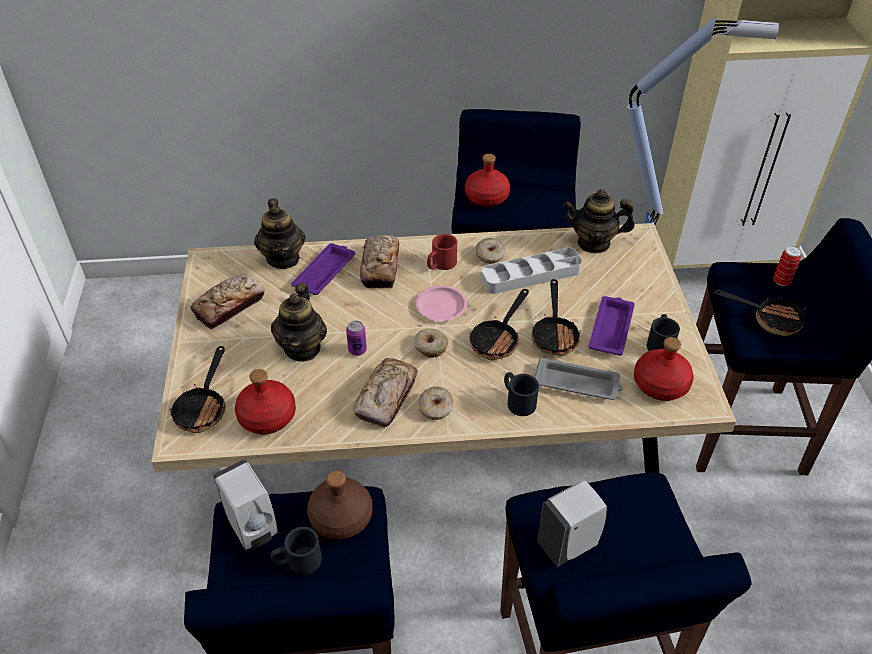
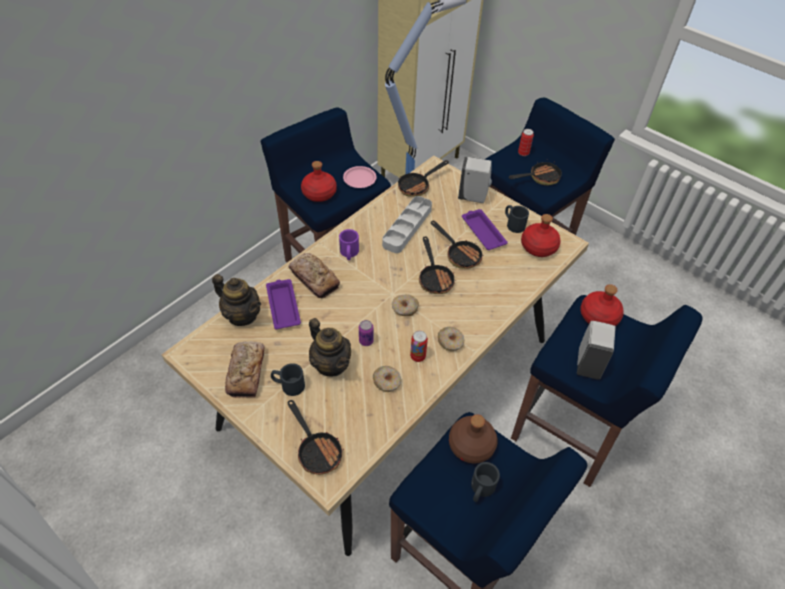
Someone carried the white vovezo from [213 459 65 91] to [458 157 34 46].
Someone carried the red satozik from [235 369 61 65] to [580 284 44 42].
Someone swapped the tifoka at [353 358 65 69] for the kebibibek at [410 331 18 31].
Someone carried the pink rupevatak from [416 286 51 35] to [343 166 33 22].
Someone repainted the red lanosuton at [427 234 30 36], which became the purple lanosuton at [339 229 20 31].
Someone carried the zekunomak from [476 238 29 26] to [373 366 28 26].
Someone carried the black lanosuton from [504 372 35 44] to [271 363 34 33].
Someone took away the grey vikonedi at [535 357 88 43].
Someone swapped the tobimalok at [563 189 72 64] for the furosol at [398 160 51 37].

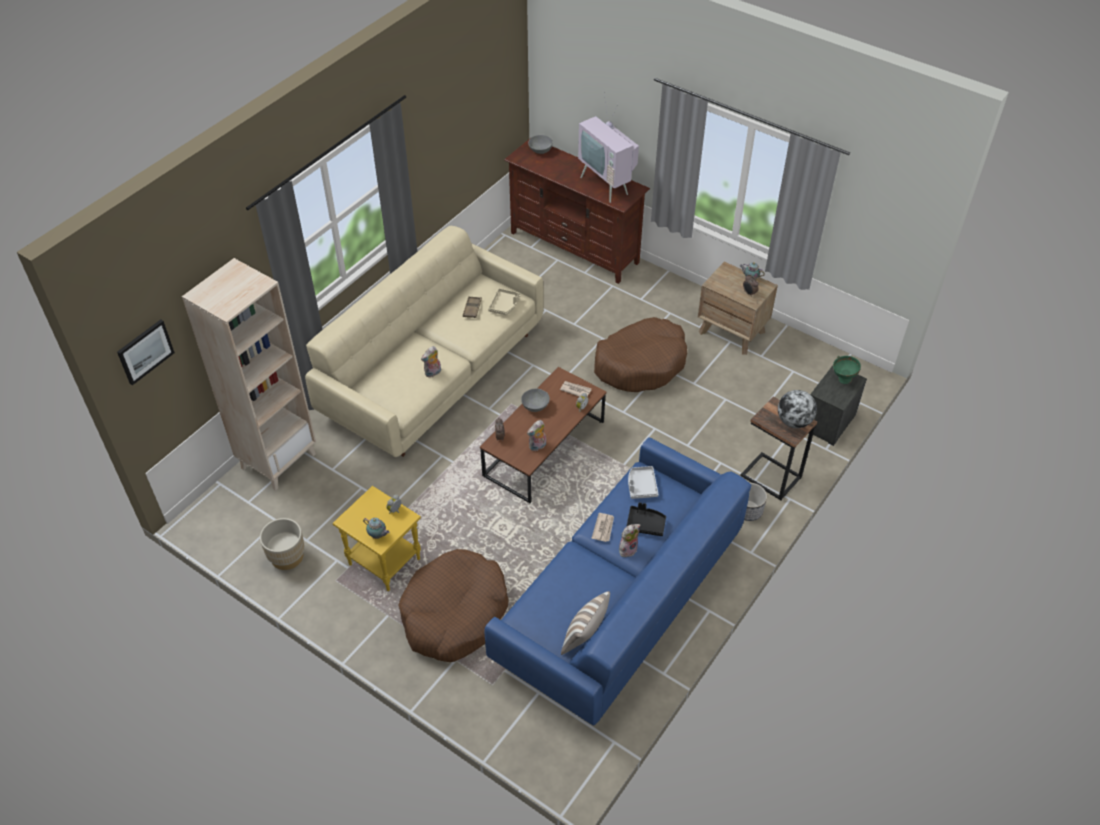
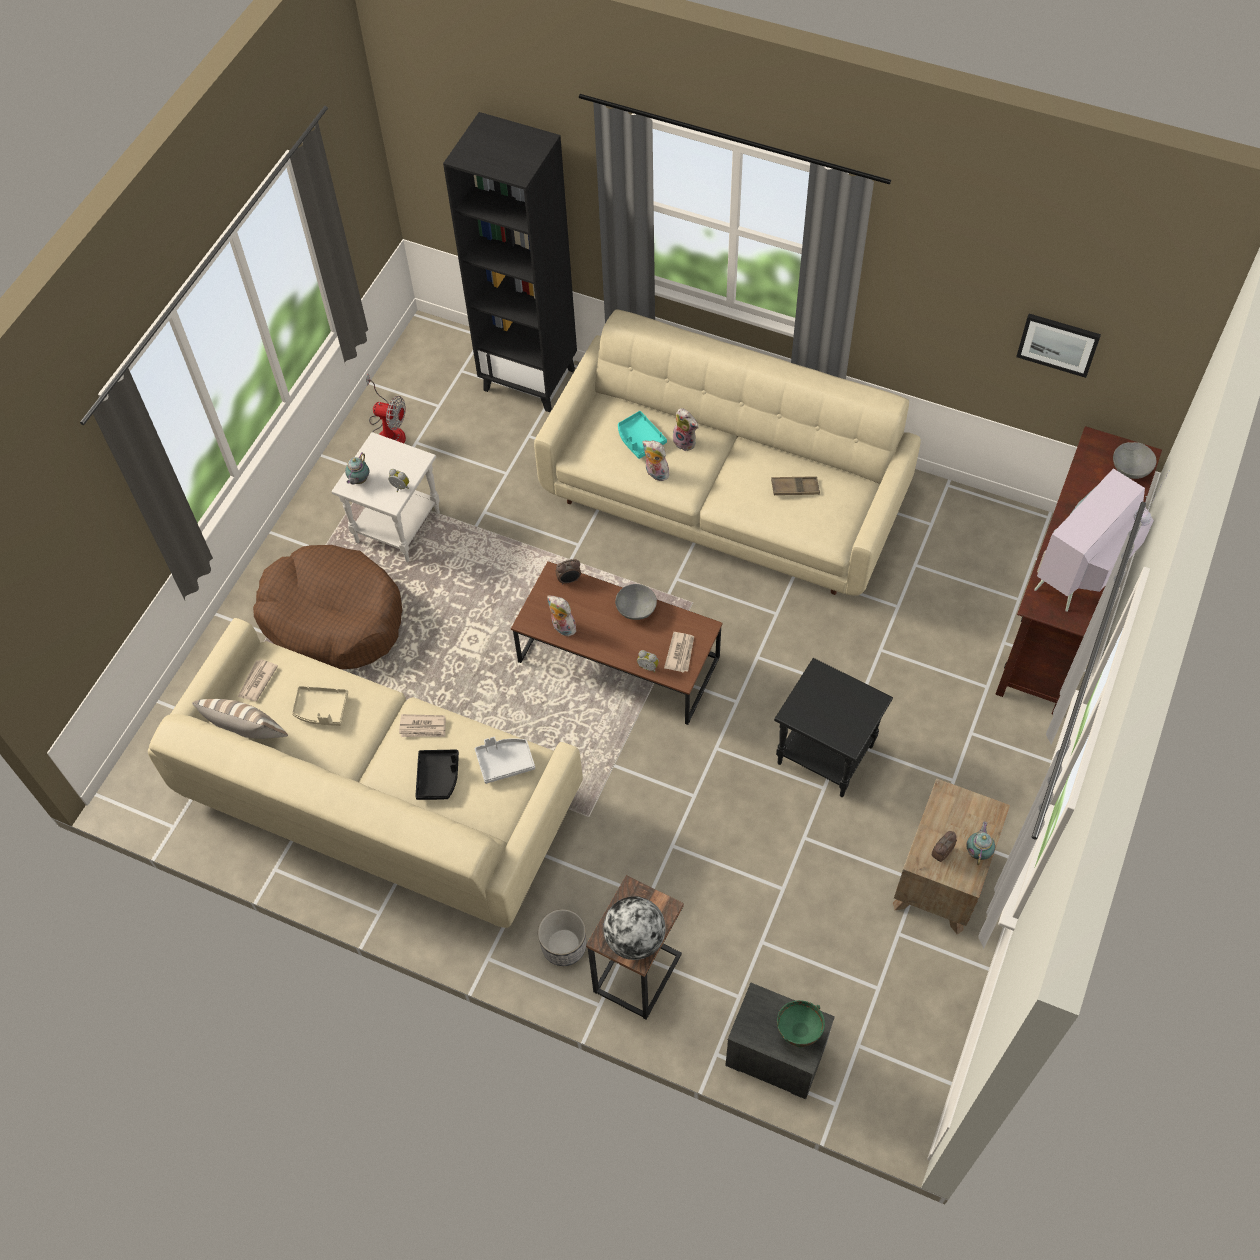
Someone carried the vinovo from [117 320 58 65] to [1016 314 85 64].
Someone repainted the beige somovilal at [182 258 134 233], which became the black somovilal at [443 112 134 300].
Someone swapped the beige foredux at [260 518 45 52] for the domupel at [366 373 40 70].
Someone repainted the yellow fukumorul at [333 486 88 105], which became the white fukumorul at [331 432 109 130].
Someone repainted the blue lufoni at [485 437 266 288], which became the beige lufoni at [148 618 435 310].
Someone carried the beige vikonedi from [488 288 33 27] to [292 686 56 40].
Someone swapped the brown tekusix at [594 317 93 75] for the black fukumorul at [774 658 119 139].
Someone carried the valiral from [619 524 21 33] to [673 408 26 43].
Someone put down the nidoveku at [238 659 40 42].
Someone put down the turquoise vikonedi at [618 411 49 48].

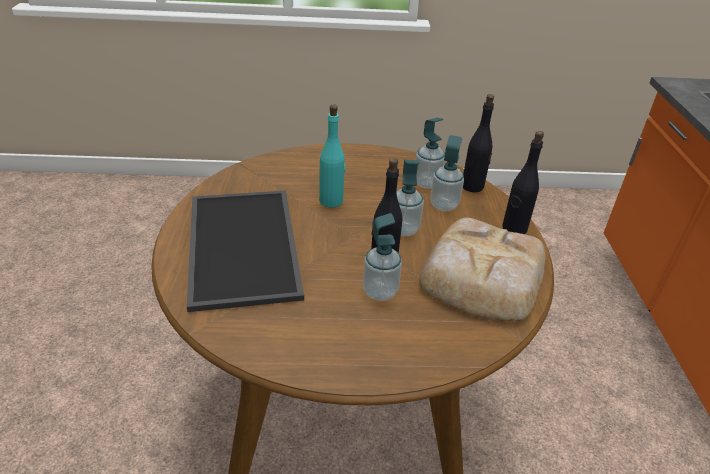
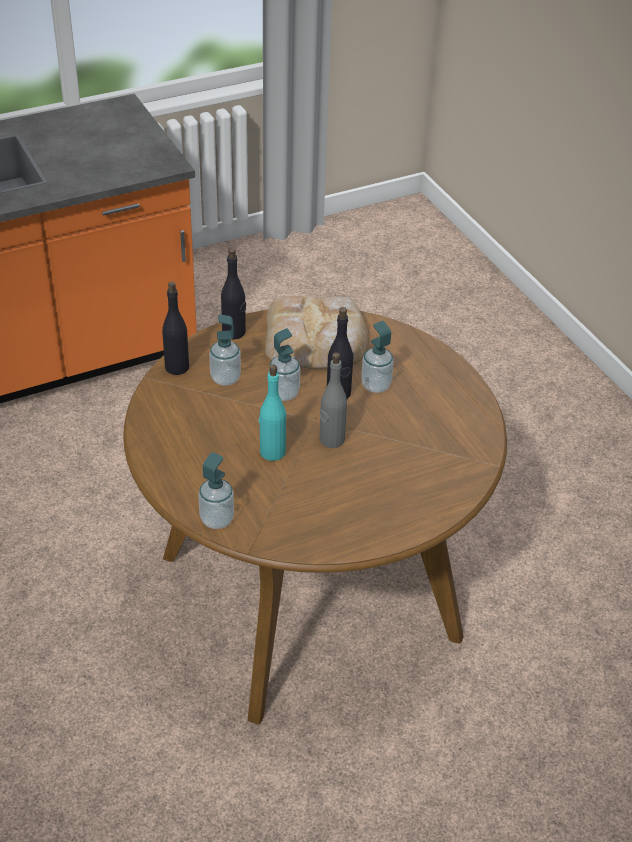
Someone took away the vikonedi at [187 190 117 122].
Someone carried the vovezo from [416 118 29 71] to [198 452 36 77].
Someone put down the grey satozik at [319 352 28 96].

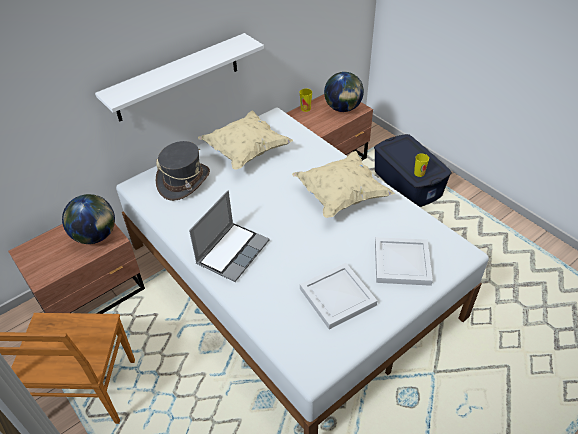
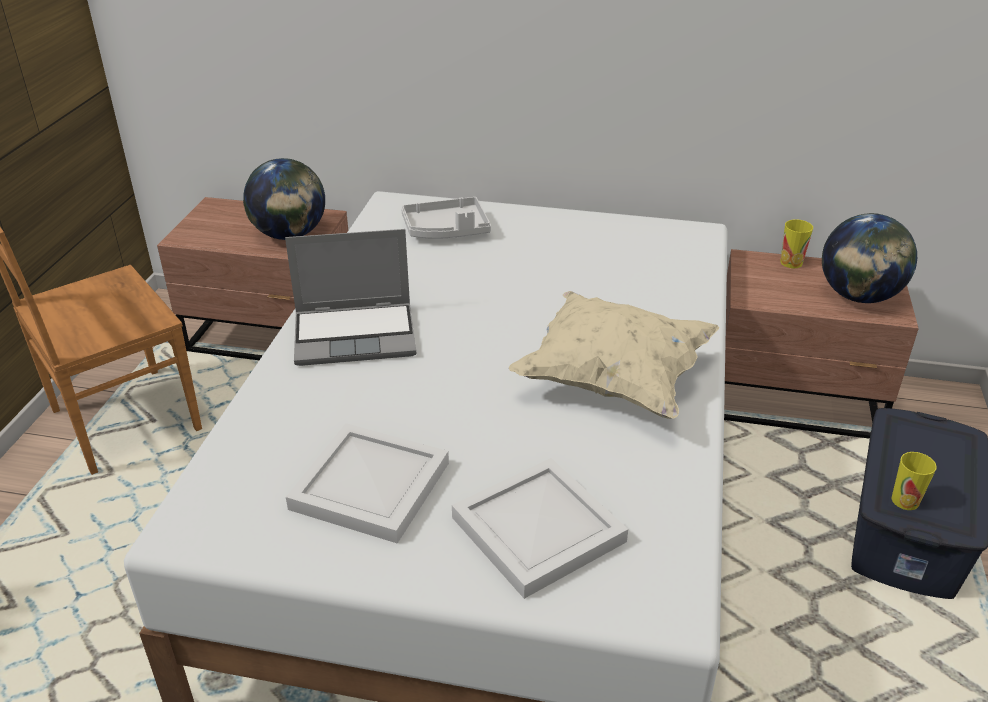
Someone took away the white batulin at [95 33 169 89].
Someone swapped the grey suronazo at [156 141 54 60] for the grey vikonedi at [401 197 90 42].
Someone took away the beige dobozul at [198 111 95 59].

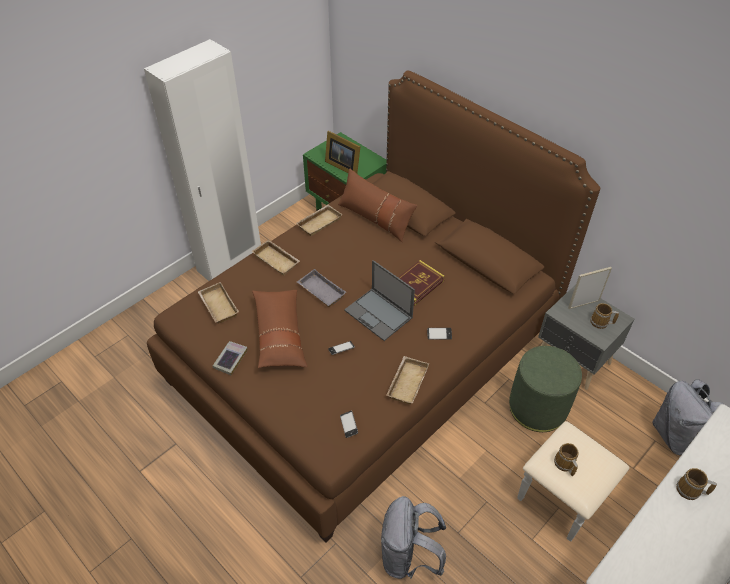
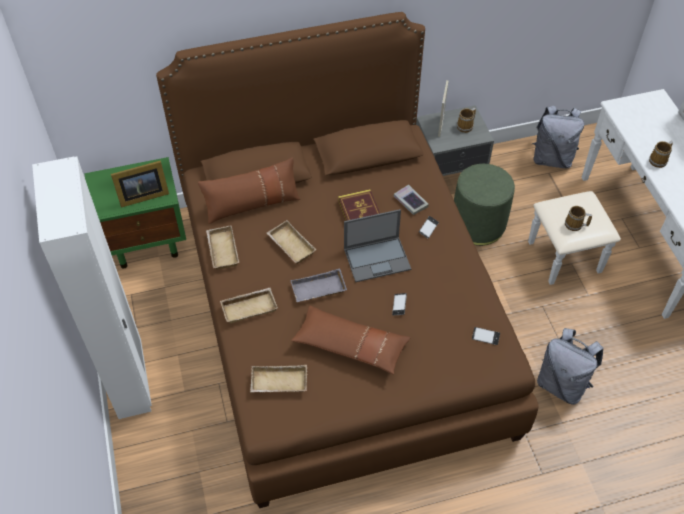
Someone carried the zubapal from [213 341 35 34] to [394 185 35 30].
Someone carried the beige vikonedi from [386 356 43 49] to [267 220 50 44].

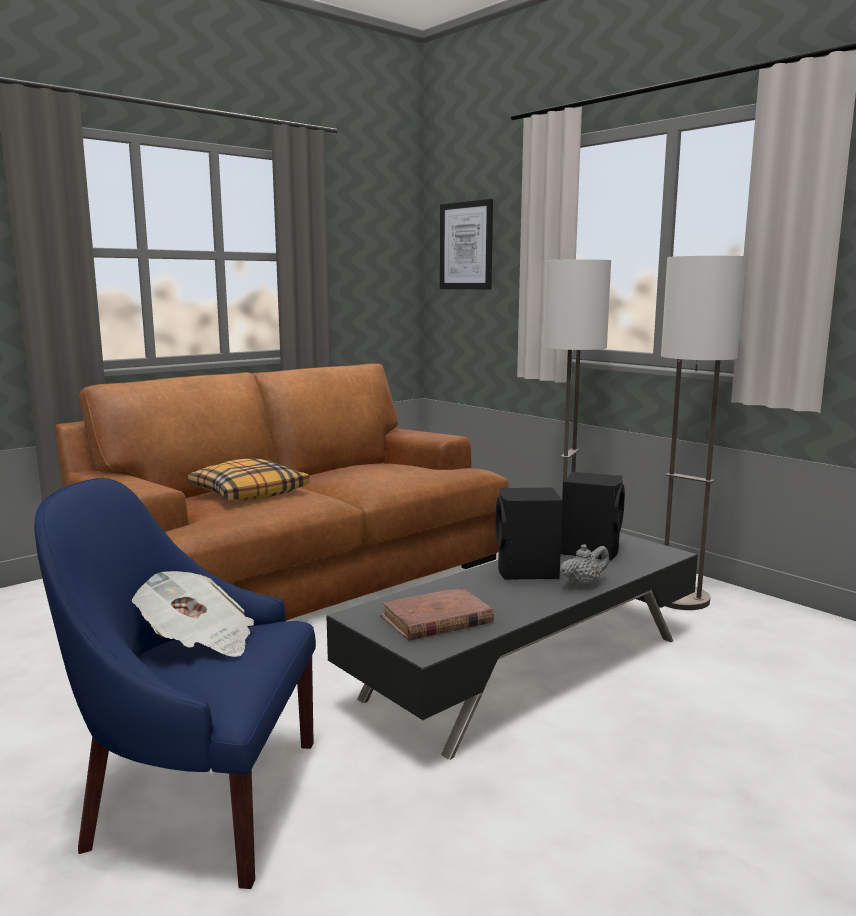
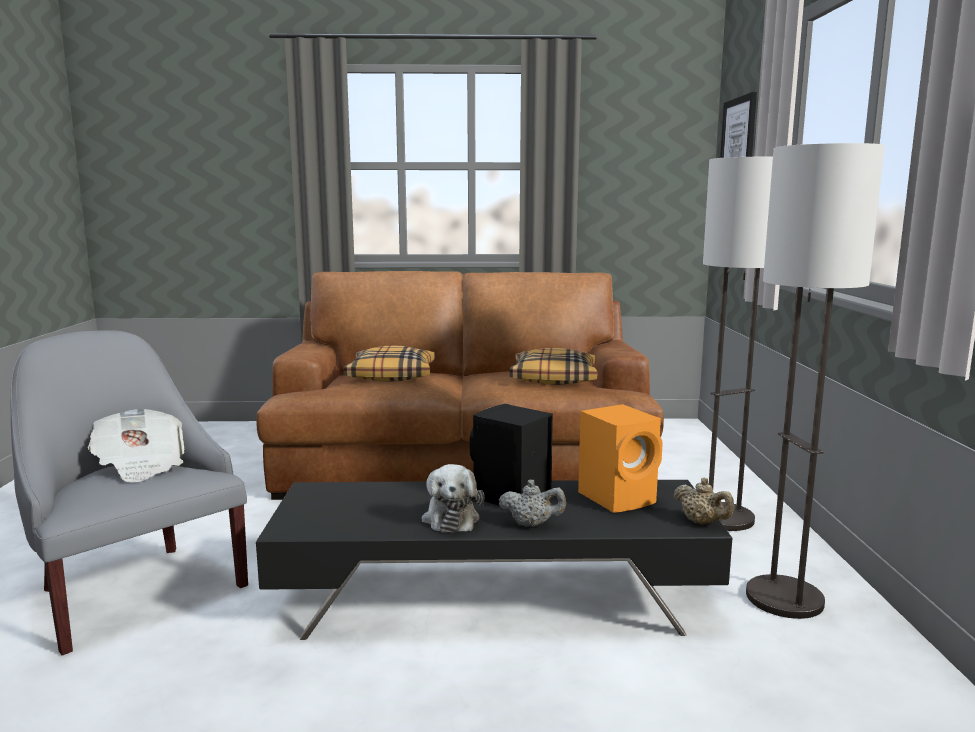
Someone repainted the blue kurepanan at [35 478 281 411], which became the grey kurepanan at [10 330 238 325].
Someone took away the brown zubapal at [380 587 114 54].
Someone repainted the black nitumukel at [561 472 64 88], which became the orange nitumukel at [578 404 85 109].
Someone put down the valiral at [422 464 62 69].
Someone put down the dobozul at [509 348 88 37].
Someone put down the beige tobimalok at [674 478 60 47].

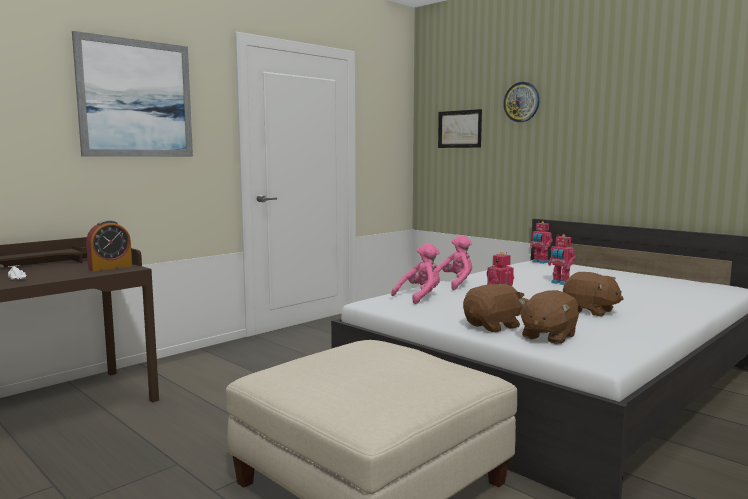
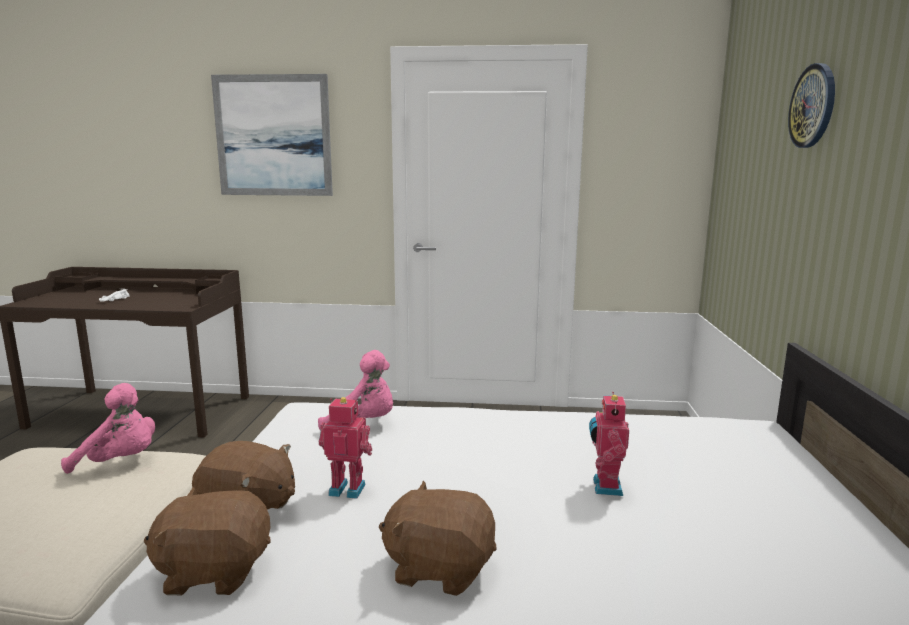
Someone took away the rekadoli at [86 220 46 51].
Someone carried the pink valiral from [437 235 35 55] to [61 383 94 91].
Someone took away the vinovo at [438 109 44 39].
Someone took away the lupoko at [530 221 23 43].
Someone rotated the brown valiral at [563 272 61 45] by 105 degrees clockwise.

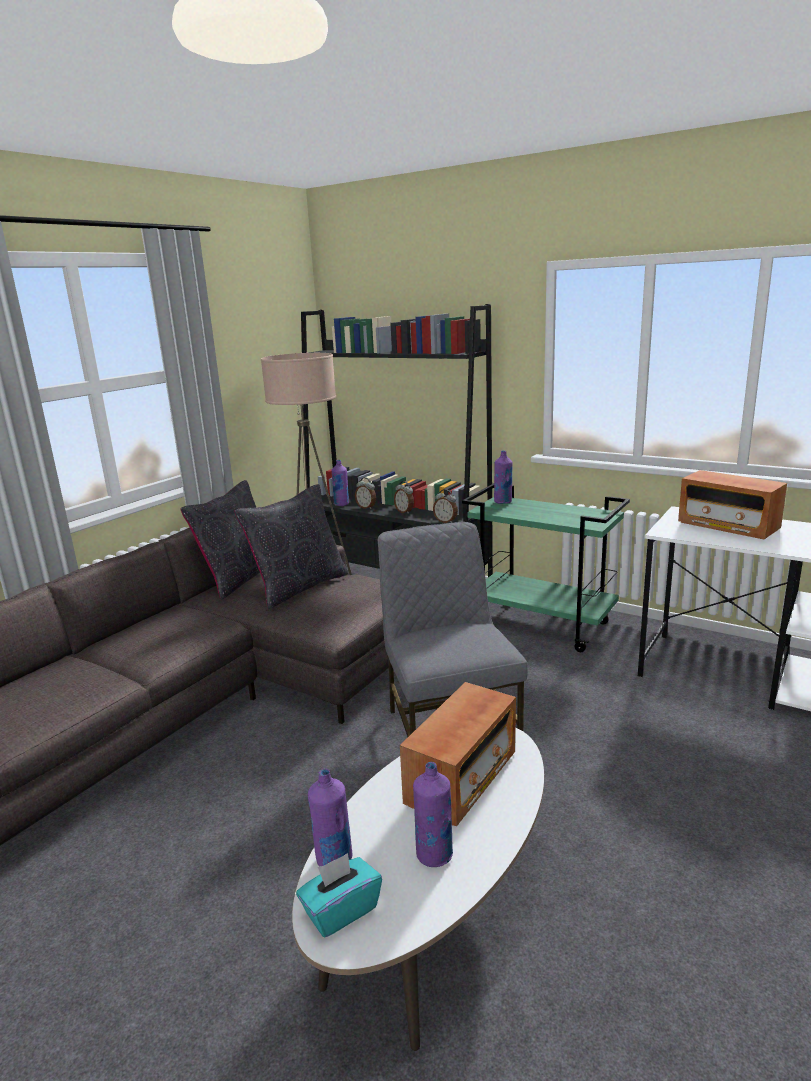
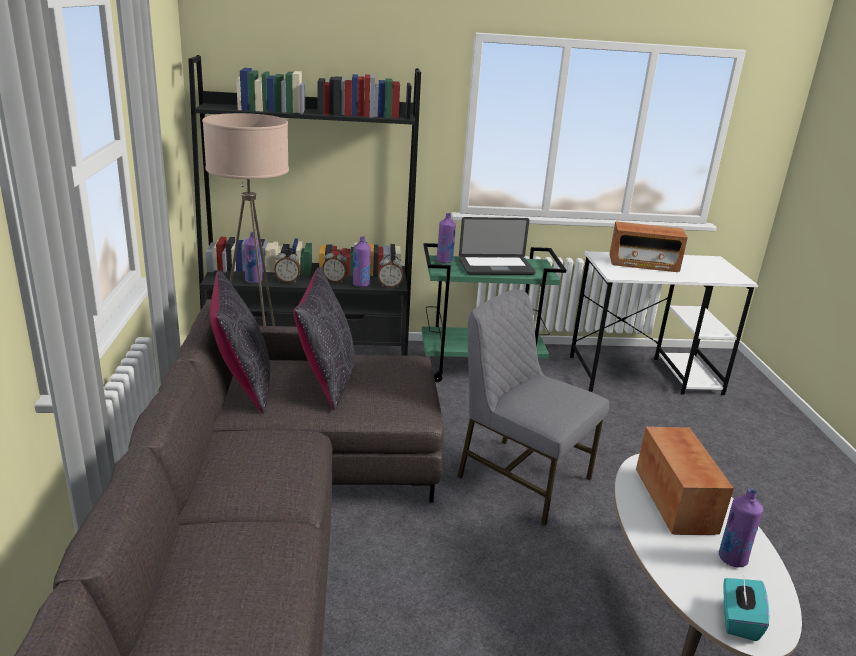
Someone carried the purple satozik from [308 769 44 98] to [353 236 18 51].
Someone put down the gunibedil at [459 217 77 58].

